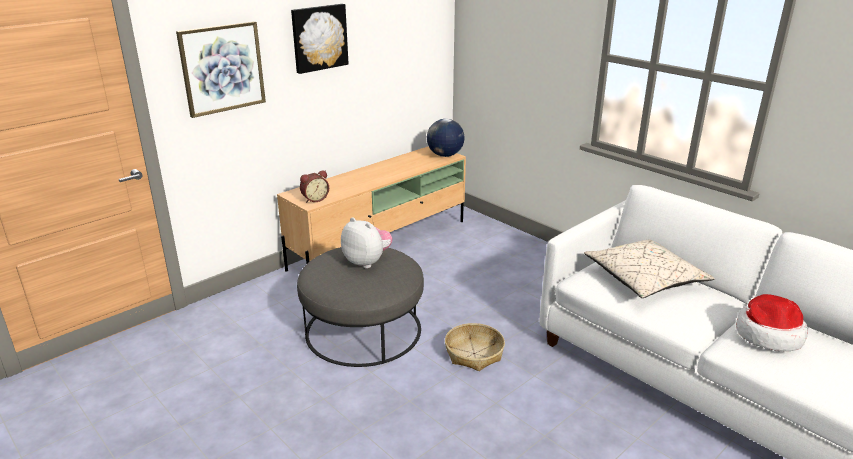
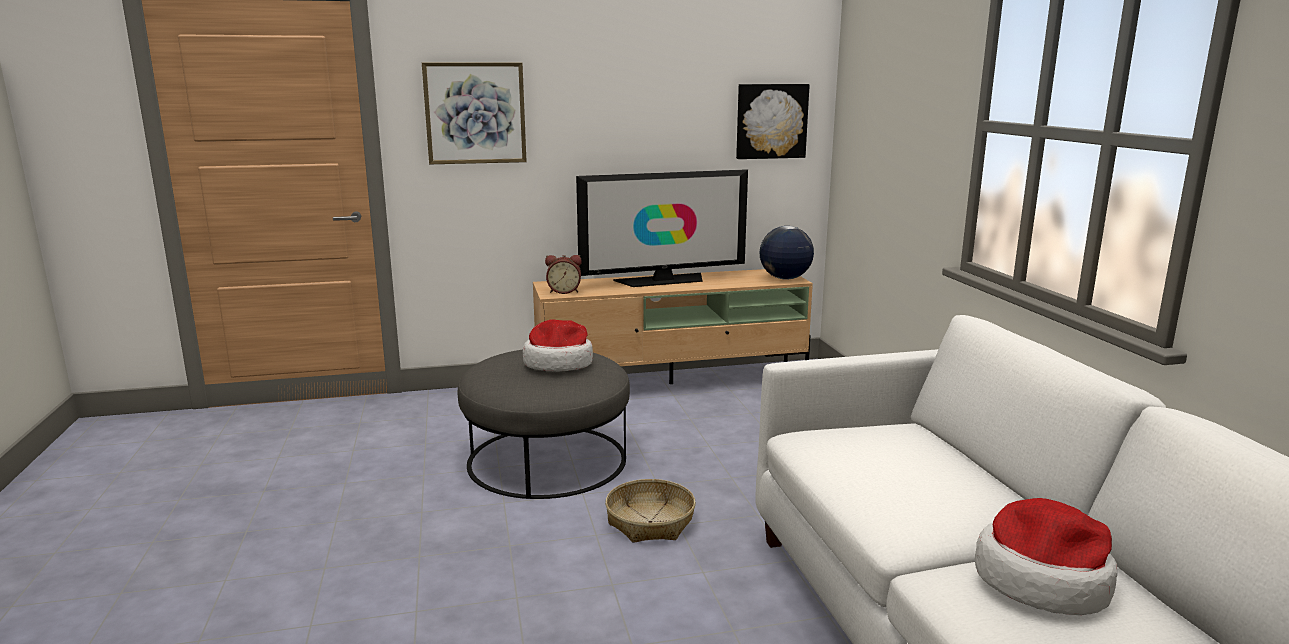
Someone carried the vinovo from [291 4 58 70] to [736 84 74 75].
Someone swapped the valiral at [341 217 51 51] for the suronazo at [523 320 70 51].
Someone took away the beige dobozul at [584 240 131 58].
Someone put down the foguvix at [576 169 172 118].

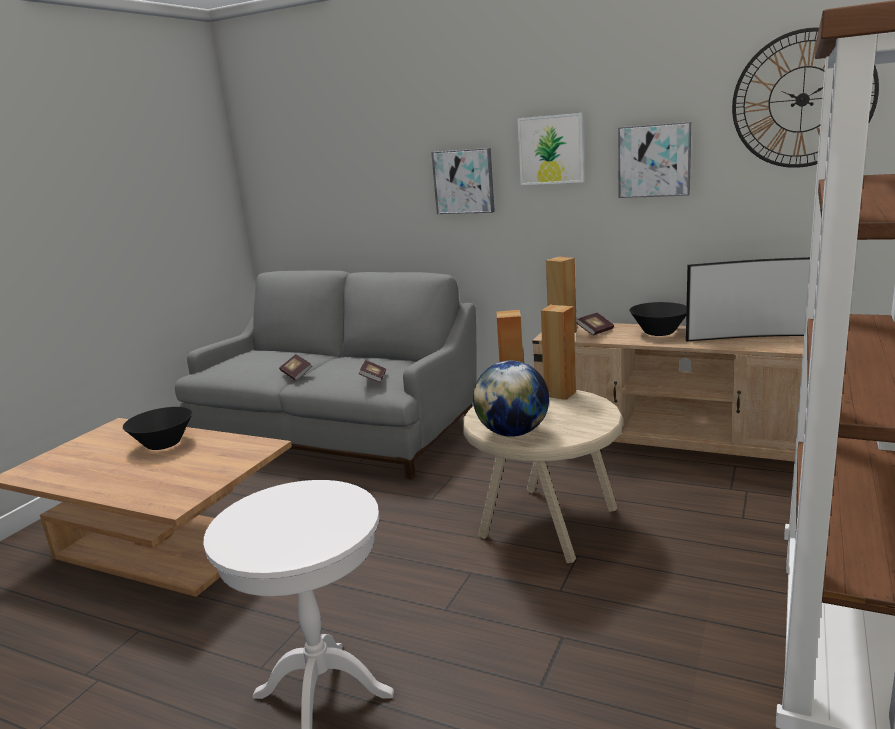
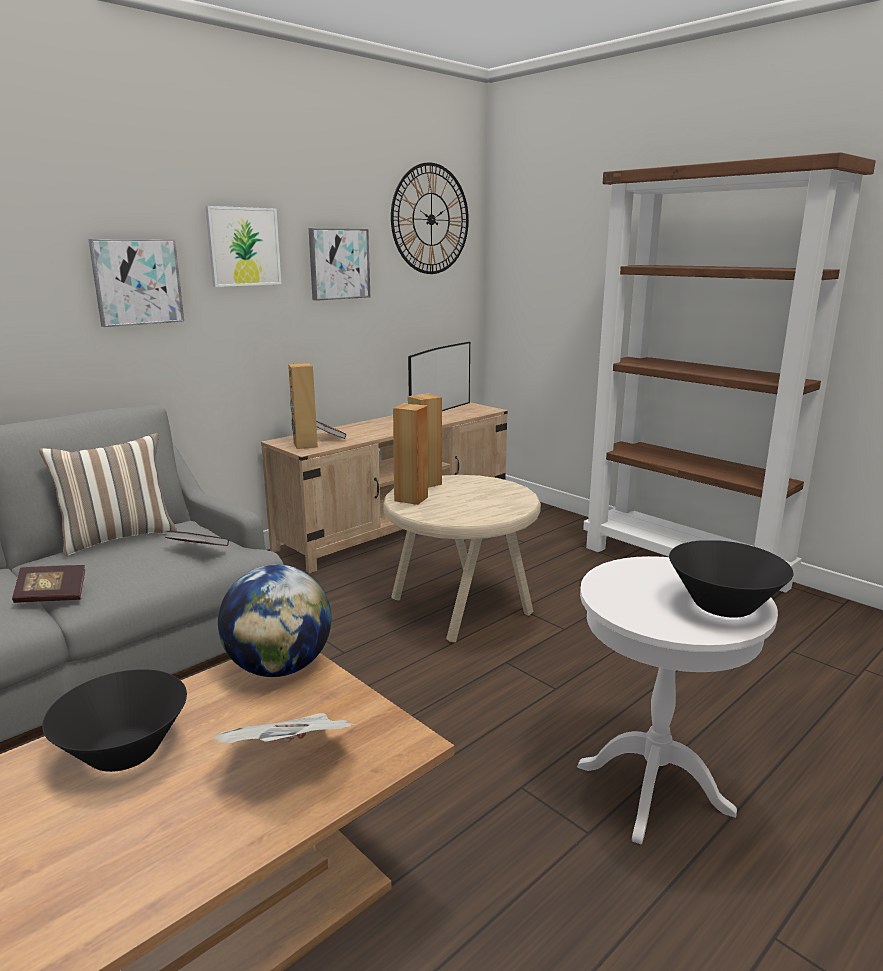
Someone carried the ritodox from [473 361 76 76] to [218 564 113 113].
Someone carried the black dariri from [629 302 58 34] to [669 540 125 78].
Someone put down the dobozul at [39 433 138 123].
Someone put down the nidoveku at [214 713 142 30].

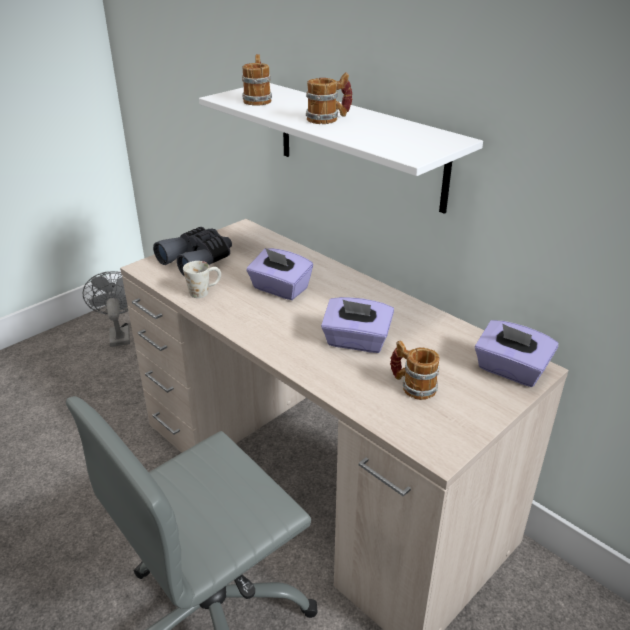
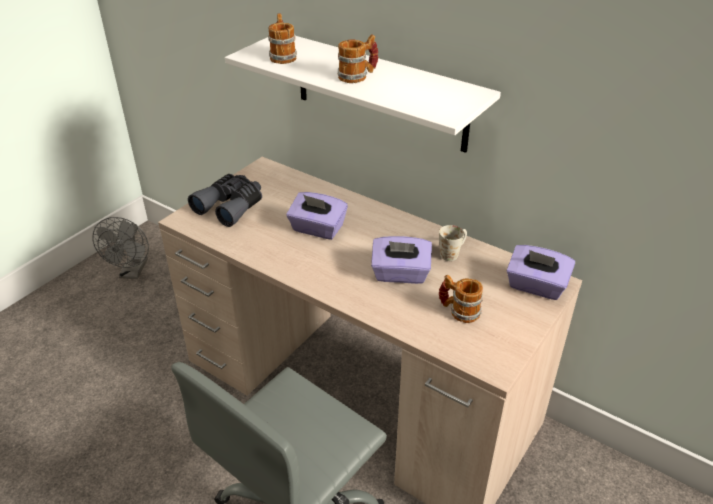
Someone rotated the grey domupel at [82 271 48 76] by 150 degrees counterclockwise.
Someone carried the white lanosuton from [183 261 38 37] to [439 225 28 36].

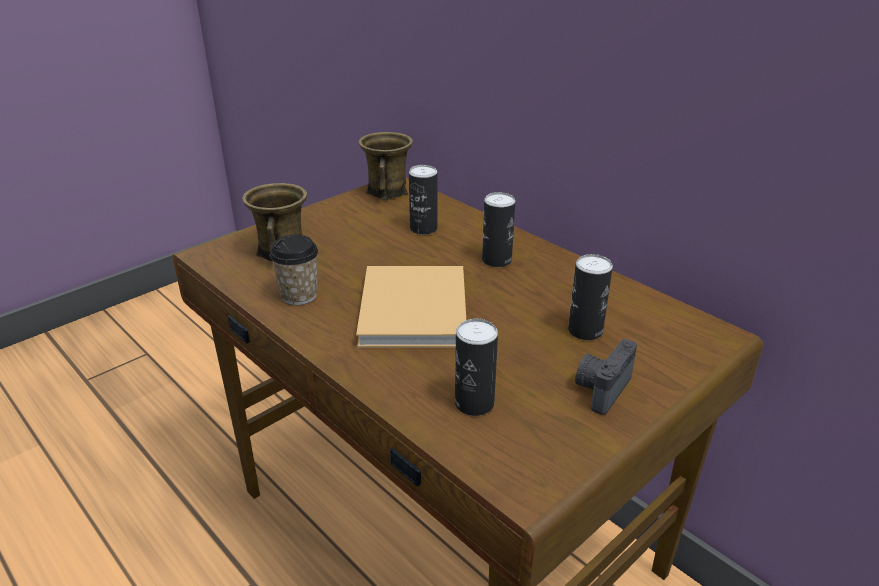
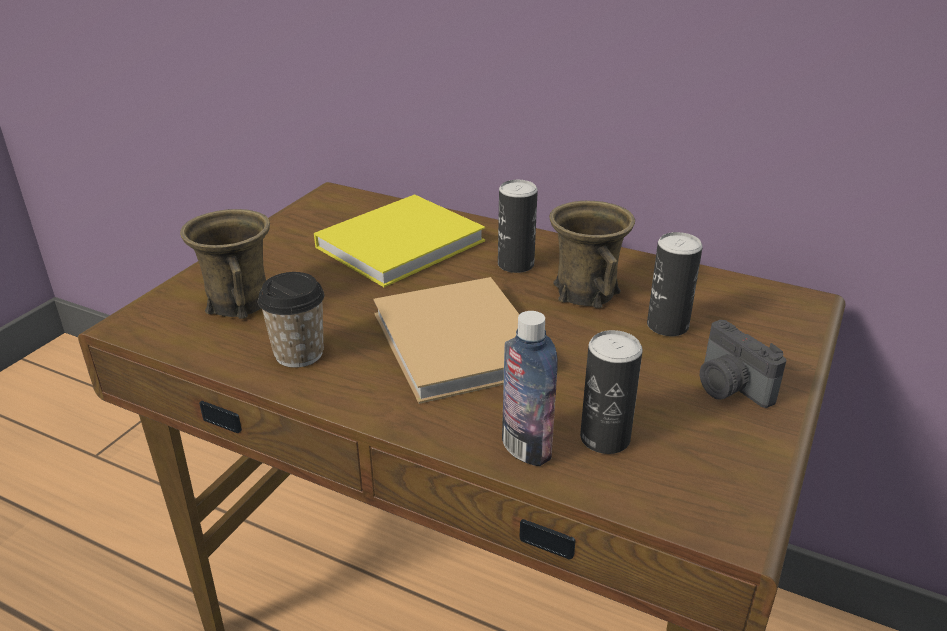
Someone carried the brown lanosuton from [359 132 54 68] to [549 201 86 107].
Someone swapped the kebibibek at [409 165 29 70] for the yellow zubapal at [314 194 171 93].
Someone rotated the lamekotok at [575 339 62 76] by 45 degrees counterclockwise.
Someone put down the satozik at [502 311 55 155].

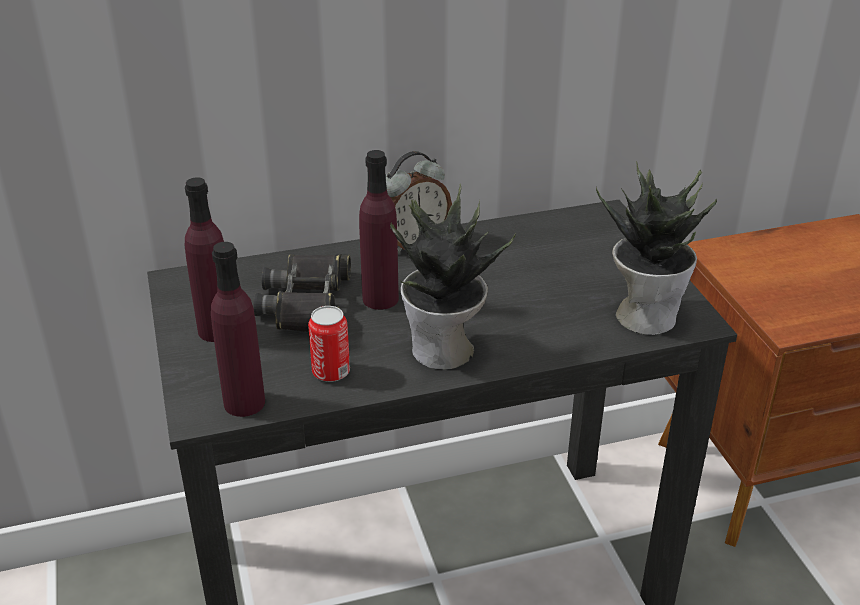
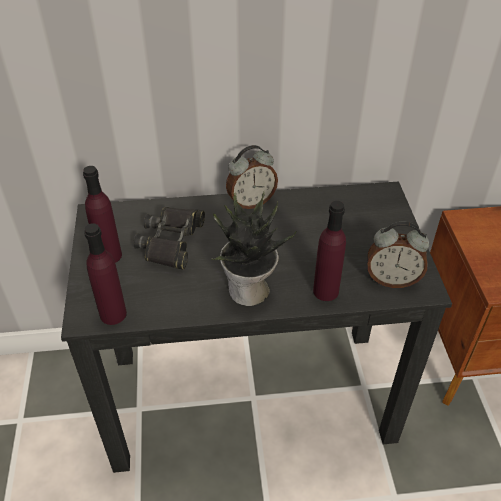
Someone took away the kebibibek at [308 306 42 76].
Someone carried the purple satozik from [359 150 40 160] to [313 201 33 100].
Someone swapped the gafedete at [596 161 121 174] for the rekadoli at [368 222 61 66].

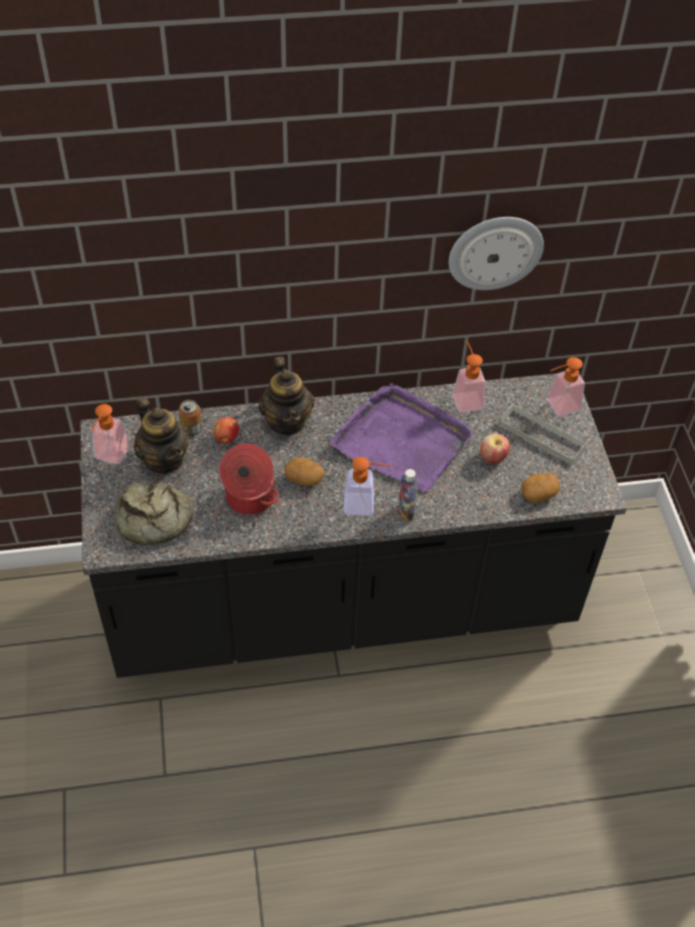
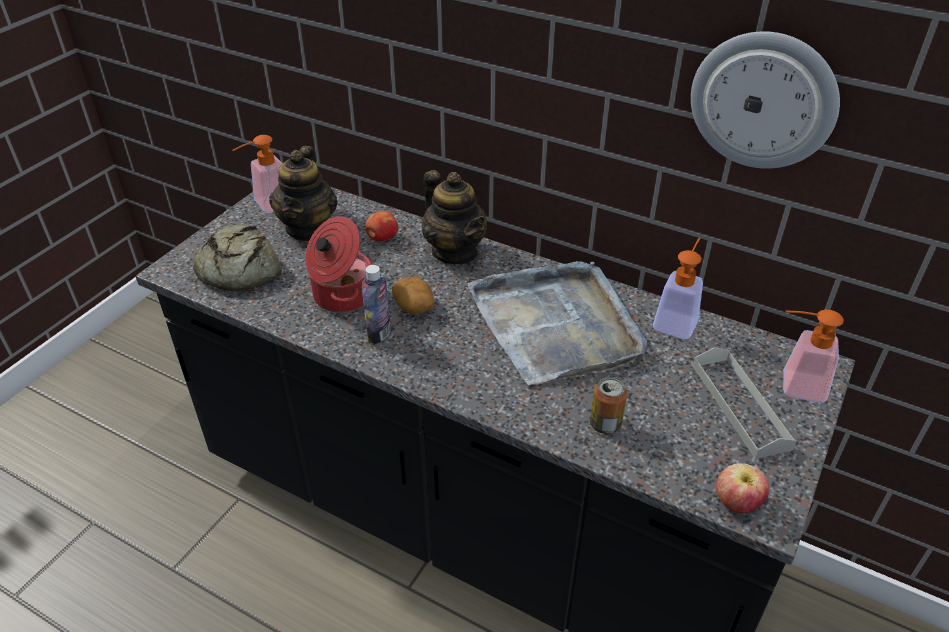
Someone carried the kebibibek from [179 400 23 36] to [590 377 37 57].
Someone rotated the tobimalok at [258 357 57 79] by 60 degrees counterclockwise.
Someone repainted the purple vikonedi at [330 383 143 109], which became the grey vikonedi at [468 261 179 124].
Someone took away the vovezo at [343 457 48 59].
Someone carried the satozik from [398 469 20 52] to [362 265 29 79].
Someone carried the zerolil from [480 434 30 29] to [716 463 53 50].
Someone took away the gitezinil at [521 473 39 30].

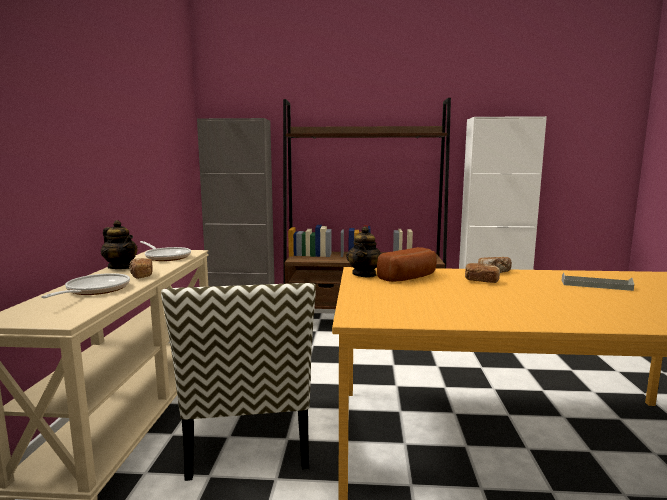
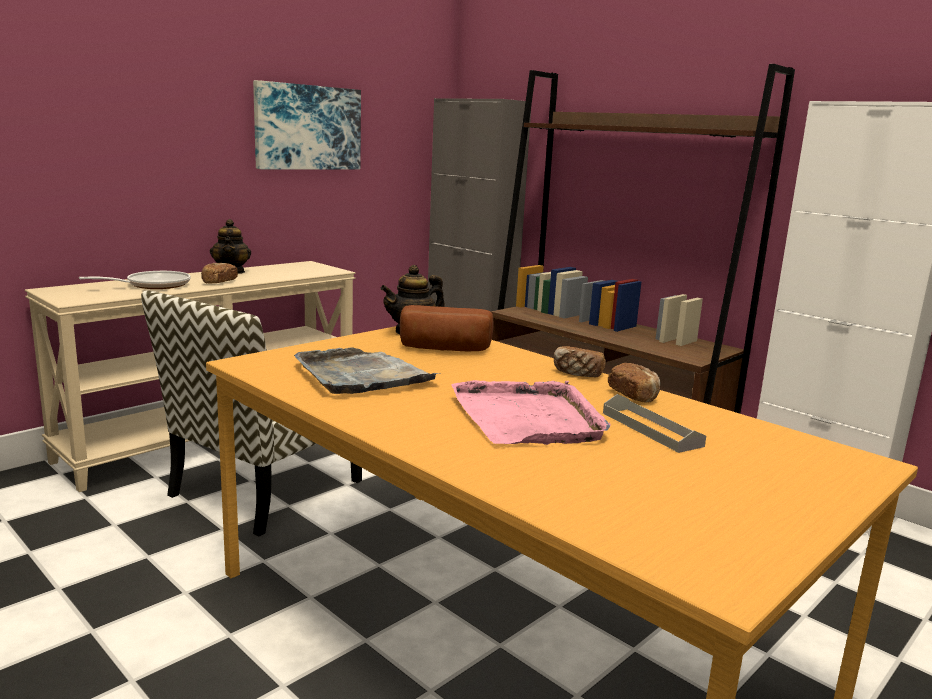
Someone took away the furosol at [140 241 51 20].
Someone carried the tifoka from [465 263 35 20] to [608 363 53 39].
Someone put up the vinovo at [253 80 108 90].
Someone put down the grey vikonedi at [294 347 146 47].
Someone put down the pink vikonedi at [451 380 160 65].

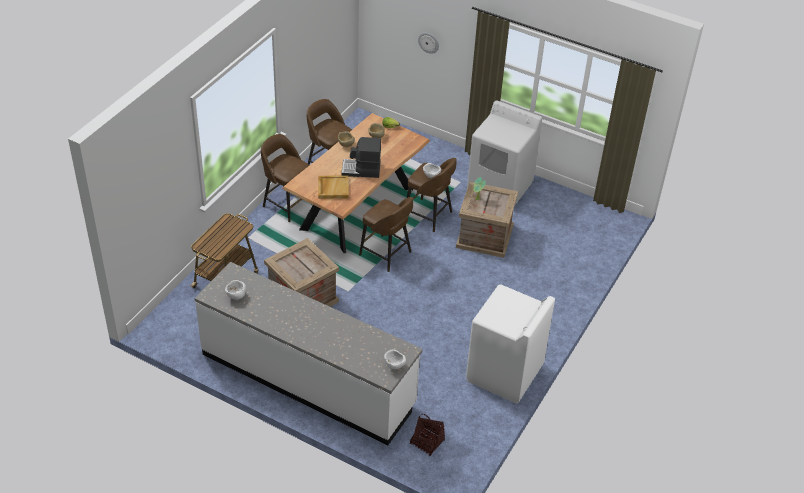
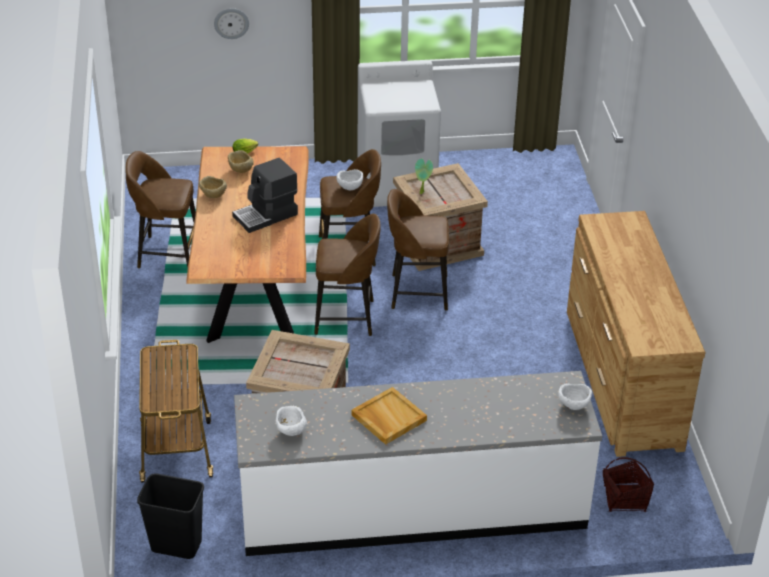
Someone carried the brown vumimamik from [261 134 52 88] to [387 189 62 122].
Someone carried the beige vikonedi from [318 175 31 24] to [351 387 76 58].
Someone swapped the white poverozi at [466 284 89 120] for the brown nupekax at [567 211 139 246].
Someone put down the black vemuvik at [137 473 67 86].

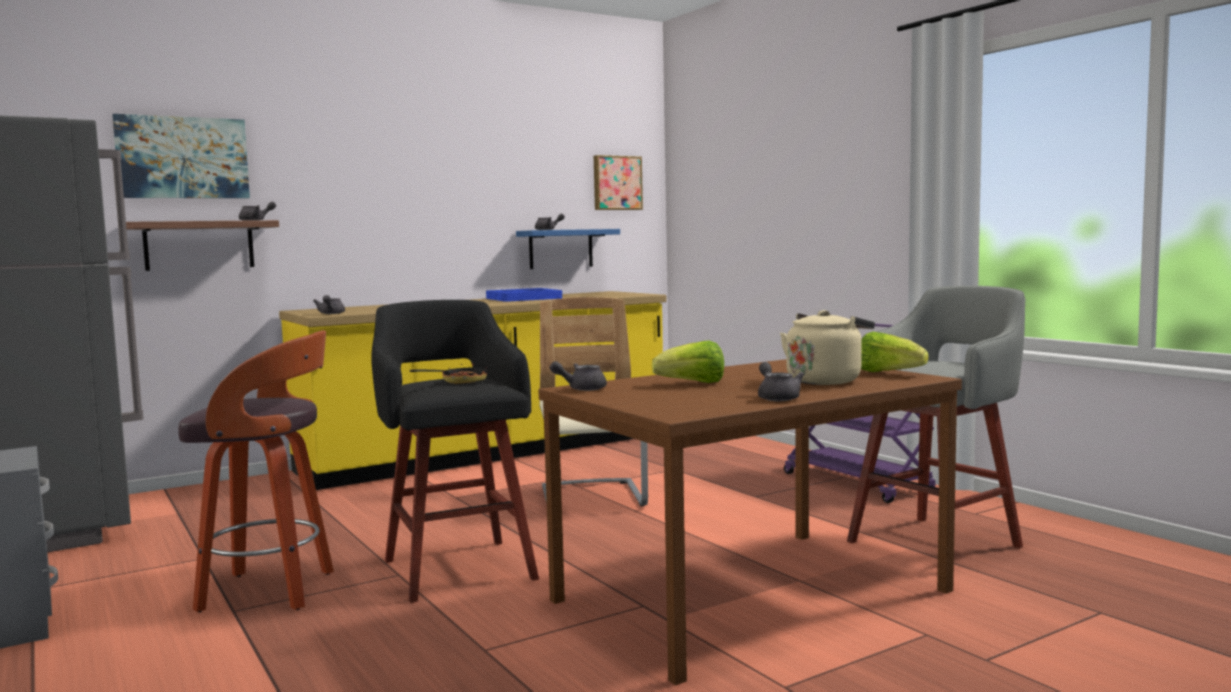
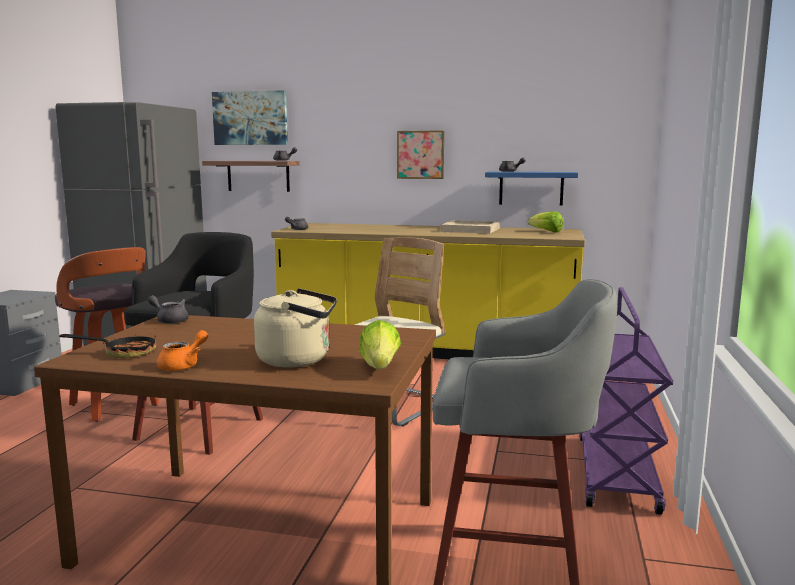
Someone carried the furosol from [410 357 77 27] to [59 333 98 25].
Someone repainted the blue vikonedi at [486 288 76 14], which became the beige vikonedi at [440 220 60 14].
Someone carried the vinovo from [594 155 49 55] to [397 131 47 48].
Someone carried the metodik from [652 340 72 43] to [528 211 35 21].
Someone repainted the grey tobimalok at [758 362 46 39], which became the orange tobimalok at [157 330 51 41].

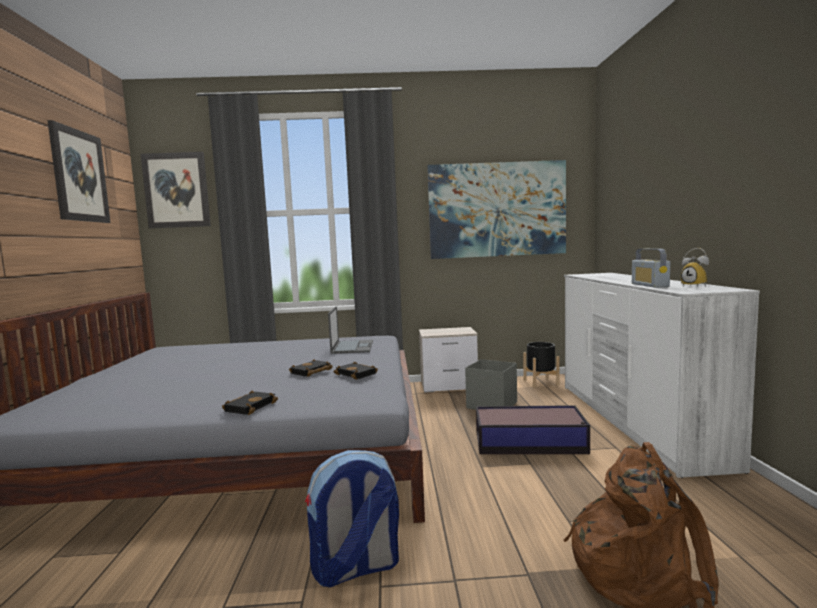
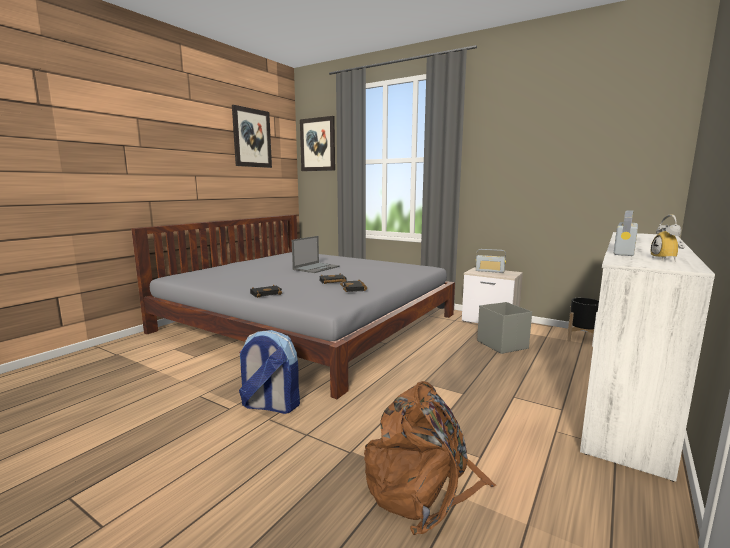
Someone carried the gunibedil from [328 306 45 48] to [292 236 47 37].
Someone took away the vinovo at [427 160 139 99].
Someone took away the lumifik at [476 405 114 49].
Someone put down the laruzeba at [476 249 30 24].

